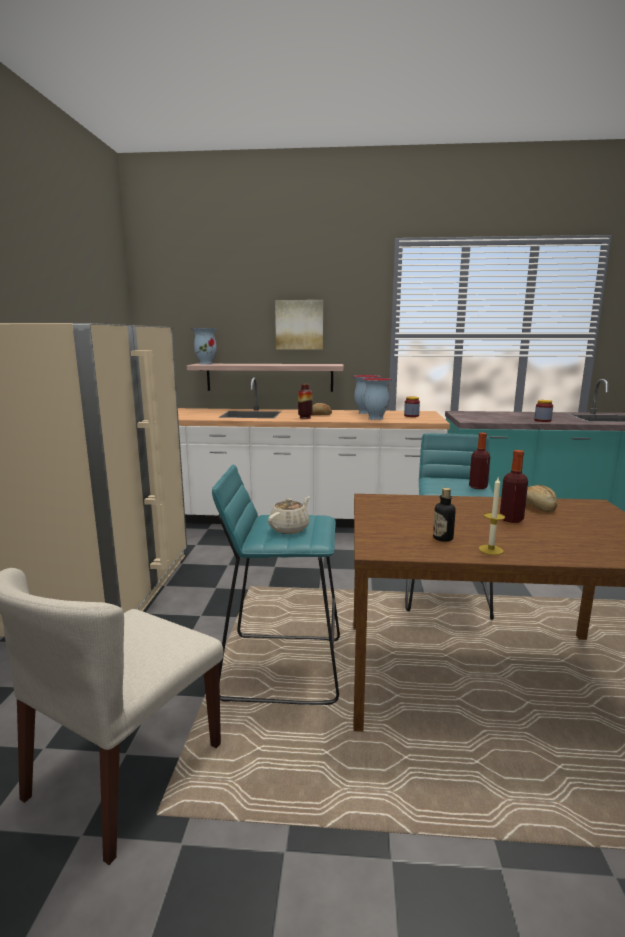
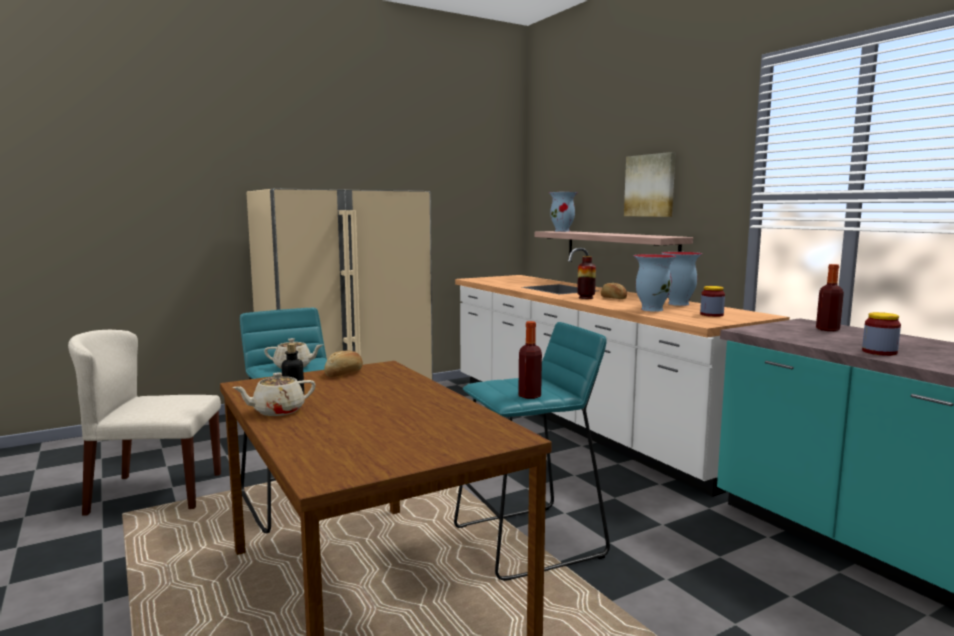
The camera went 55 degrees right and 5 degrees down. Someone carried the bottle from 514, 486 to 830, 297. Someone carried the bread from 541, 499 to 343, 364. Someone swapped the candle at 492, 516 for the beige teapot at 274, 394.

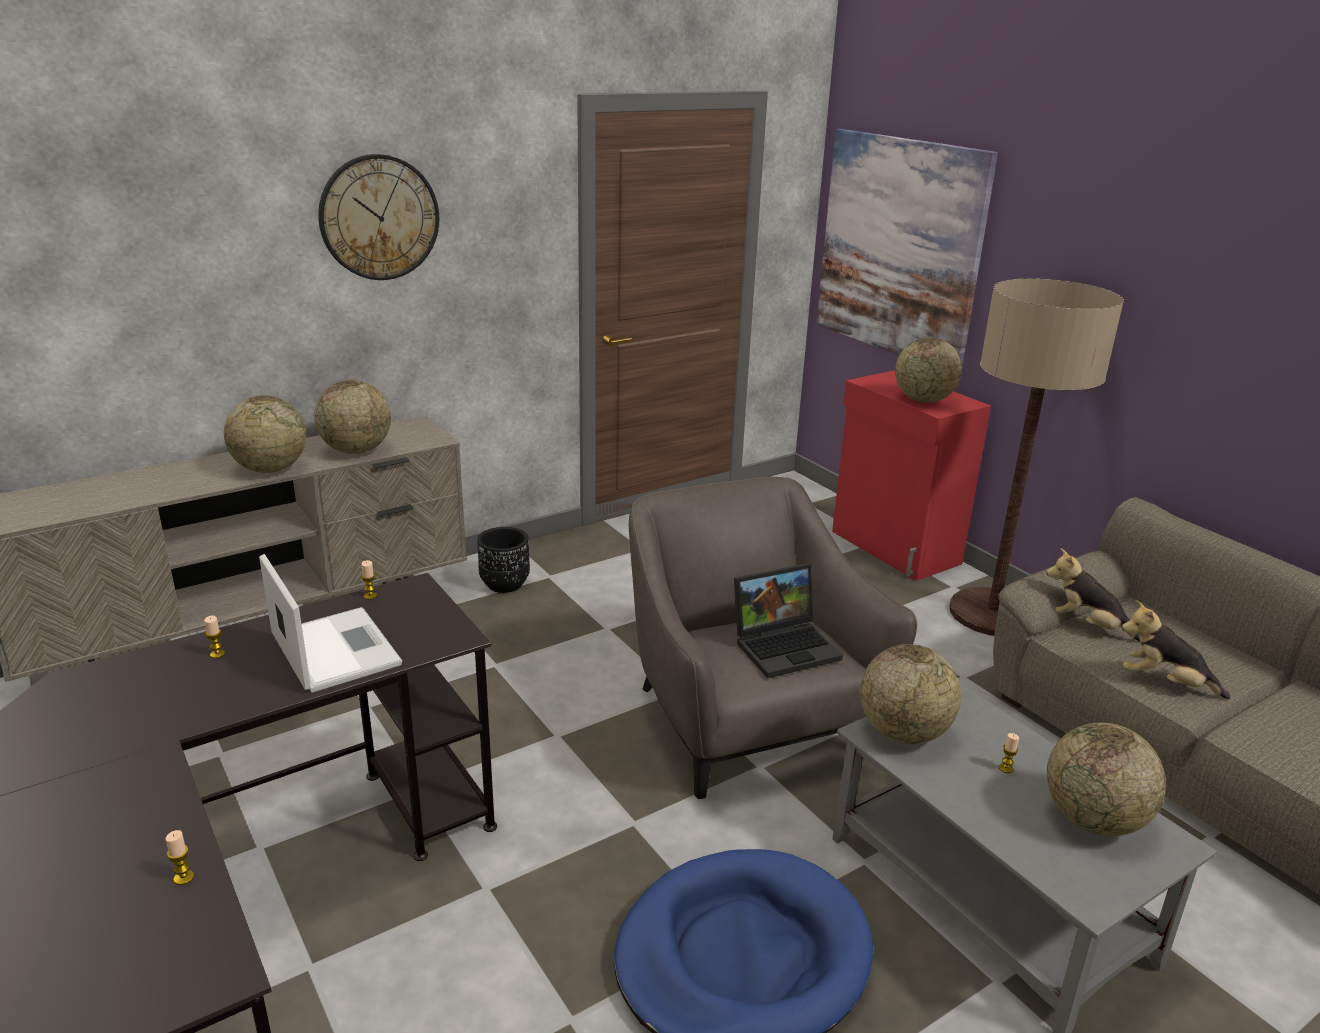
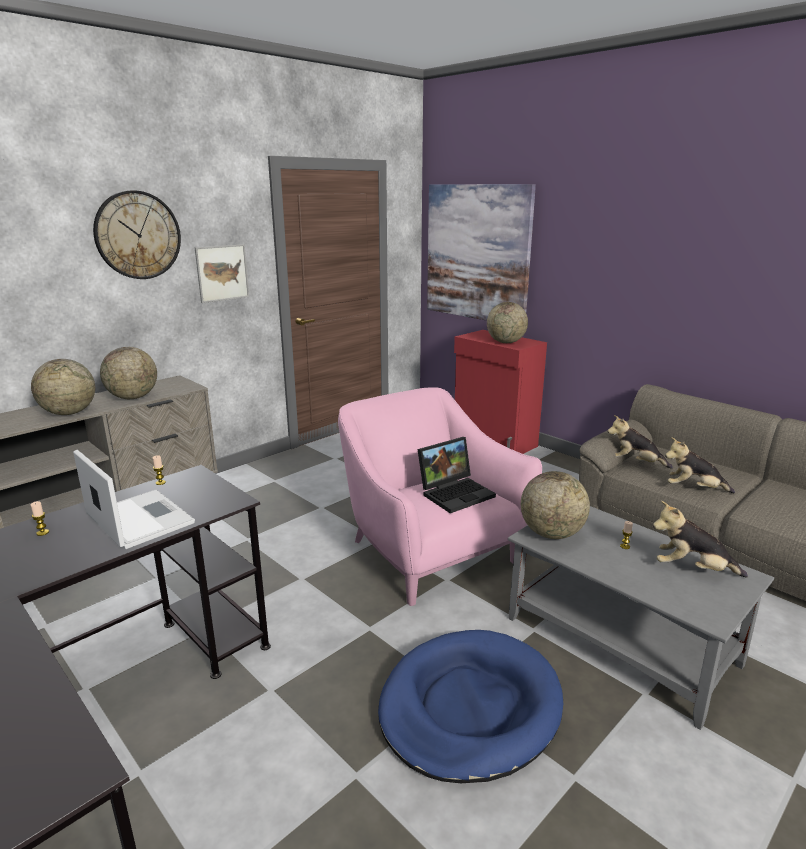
The camera went 10 degrees left and 5 degrees down. Someone took away the candle at 180, 857. Someone took away the black planter at 503, 560. Someone took away the floor lamp at 1036, 457. Someone put up the picture at 222, 273. Someone swapped the globe at 1106, 779 for the plush toy at 700, 539. Someone repainted the grey armchair at 773, 638, which became the pink armchair at 440, 496.

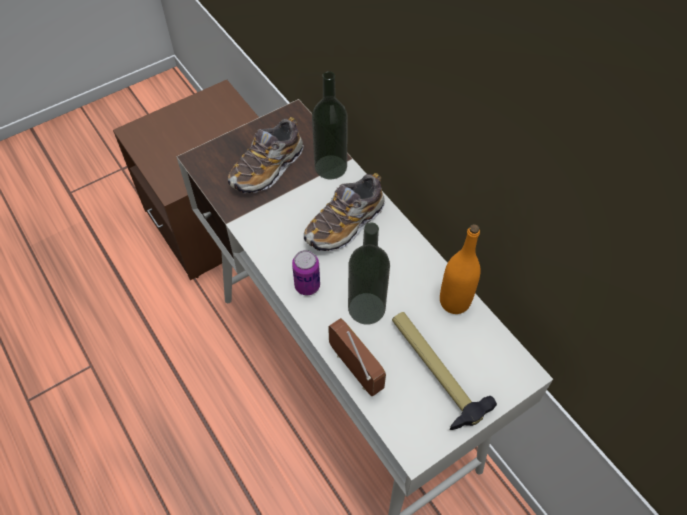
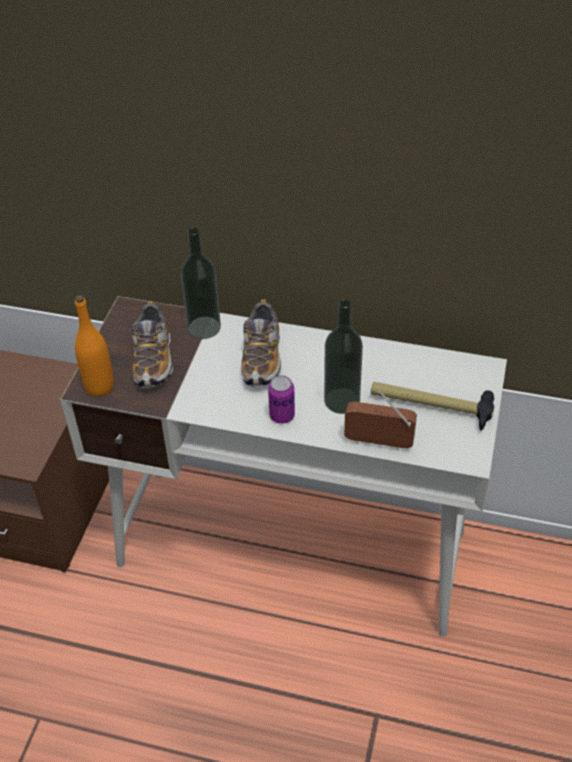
The camera went 40 degrees left and 10 degrees down. Someone carried the orange bottle from 460, 269 to 94, 345.

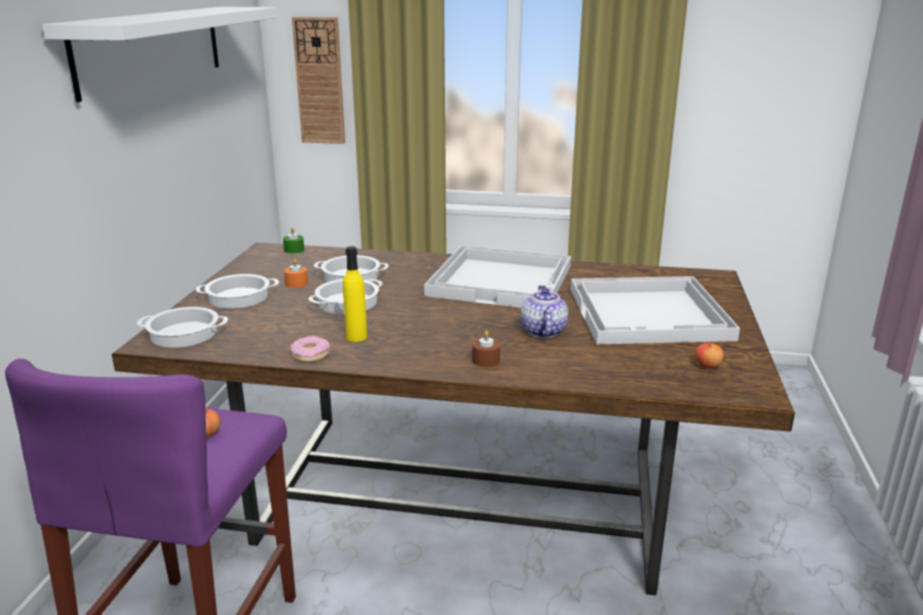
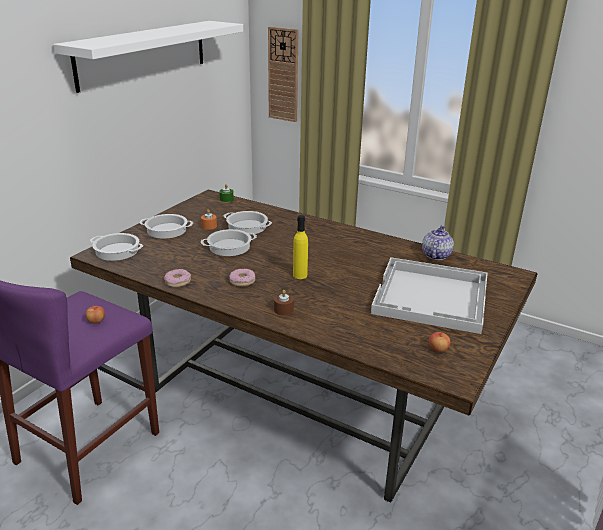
The camera went 20 degrees right and 5 degrees up. Someone took away the white tray at 497, 276. Someone put down the donut at 242, 278. Someone carried the yellow bottle from 355, 294 to 300, 247. Someone carried the teapot from 544, 311 to 438, 242.

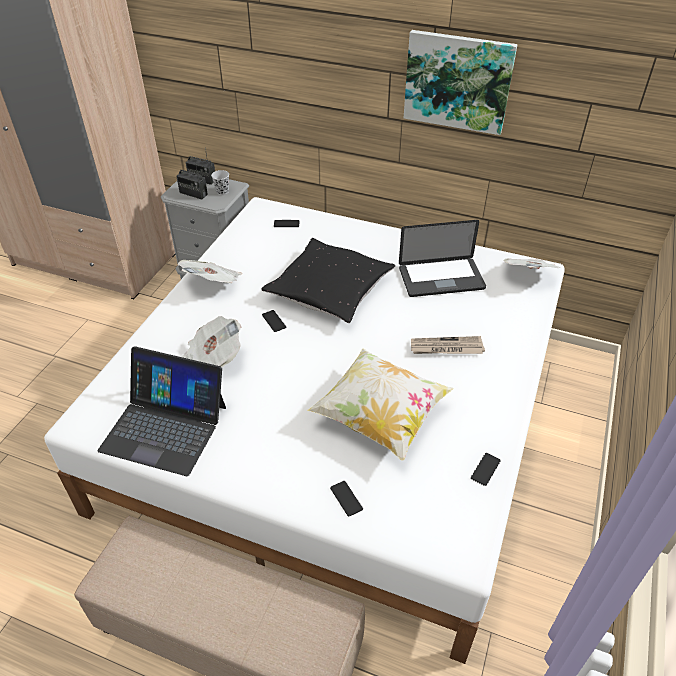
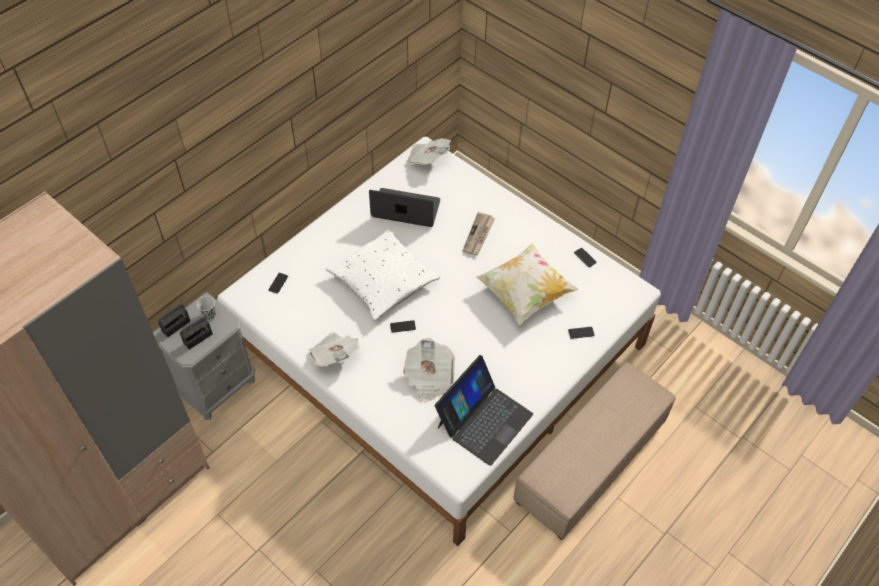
The camera went 70 degrees left and 10 degrees up. Someone took away the picture at 461, 82. Someone repainted the black pillow at 328, 280, which became the white pillow at 383, 274. Someone rotated the laptop at 442, 258 by 90 degrees counterclockwise.

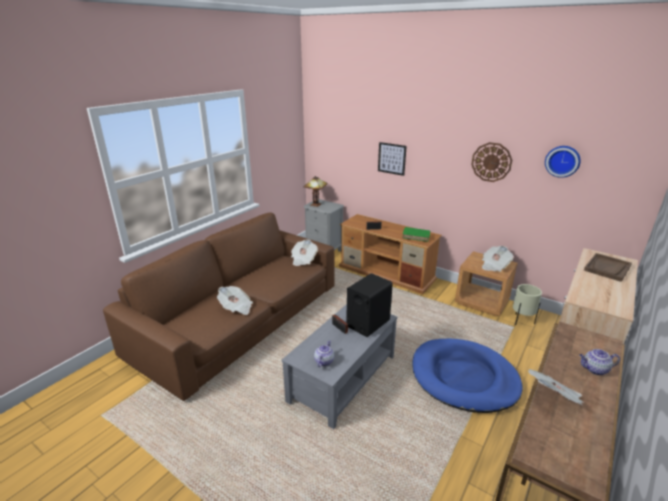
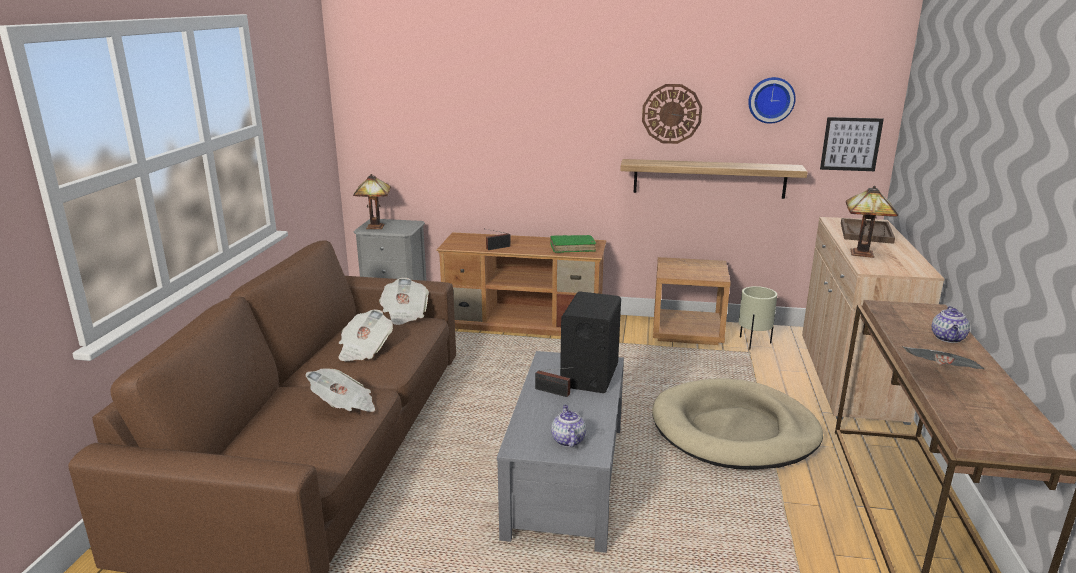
The camera went 25 degrees left and 5 degrees down. Someone put up the shelf at 714, 179. Someone put down the table lamp at 872, 222. Someone carried the picture from 392, 159 to 852, 144. Someone carried the newspaper from 497, 259 to 365, 335. Someone repainted the blue dog bed at 467, 376, which became the beige dog bed at 737, 424. Someone rotated the teapot at 599, 362 by 45 degrees counterclockwise.

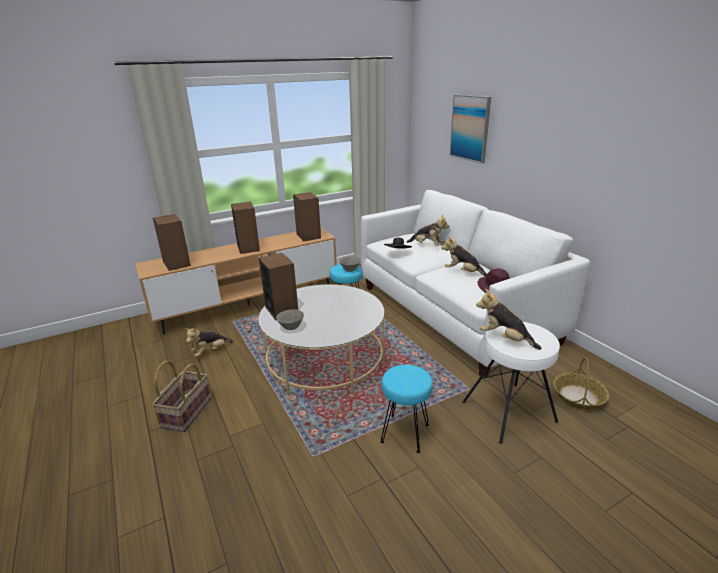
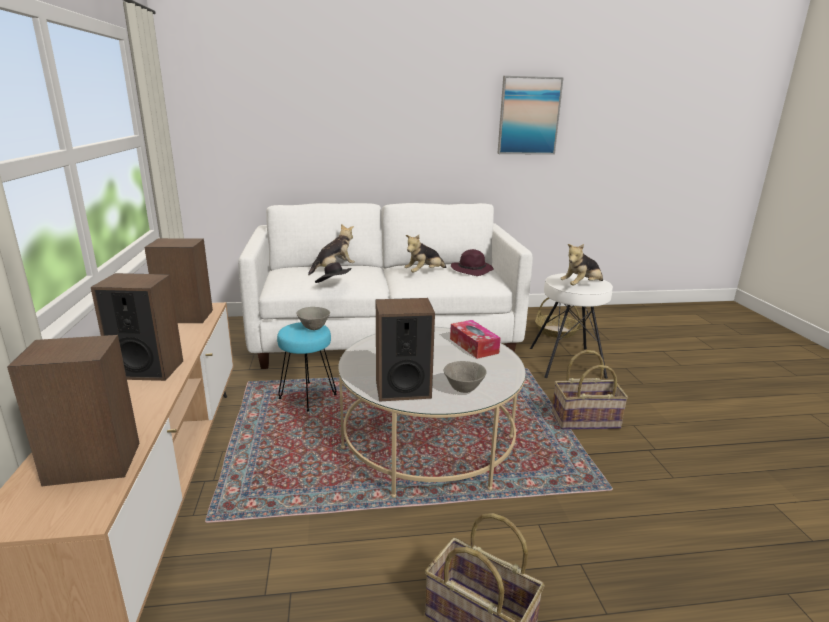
The camera went 70 degrees left and 5 degrees down. Someone took away the plush toy at 208, 342. Someone put down the tissue box at 475, 339. Someone carried the picture from 470, 129 to 530, 115. Someone swapped the turquoise stool at 406, 409 for the basket at 590, 390.

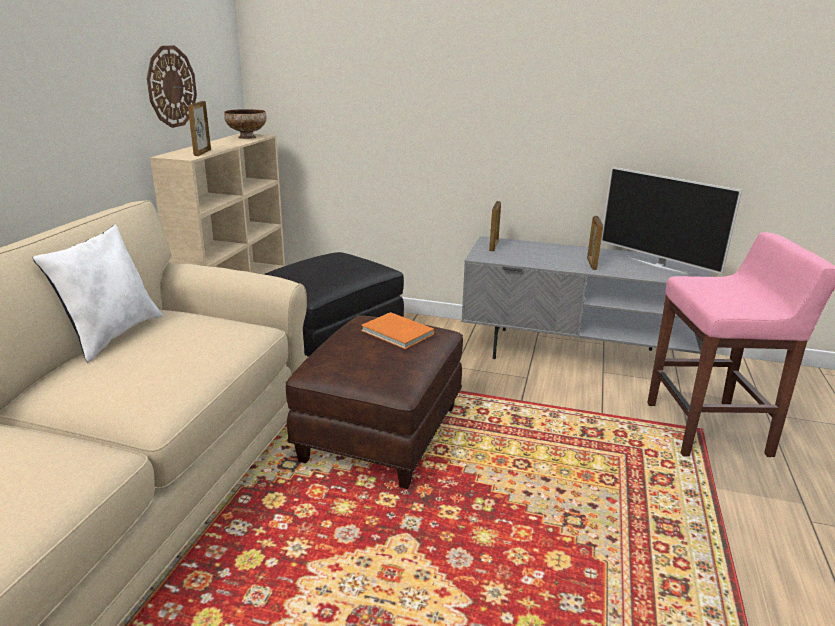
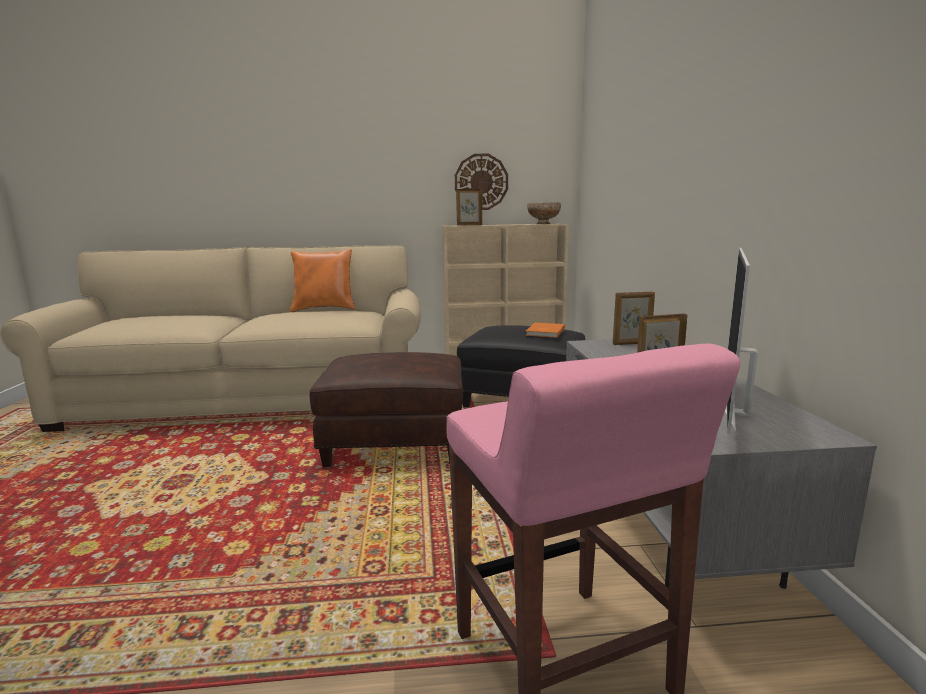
The camera went 70 degrees right and 10 degrees down. Someone carried the orange book from 398, 330 to 545, 330. Someone repainted the white pillow at 98, 293, which became the orange pillow at 322, 280.

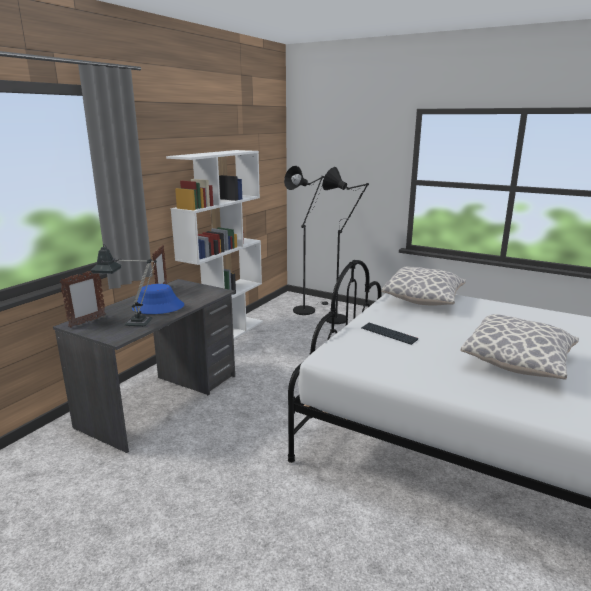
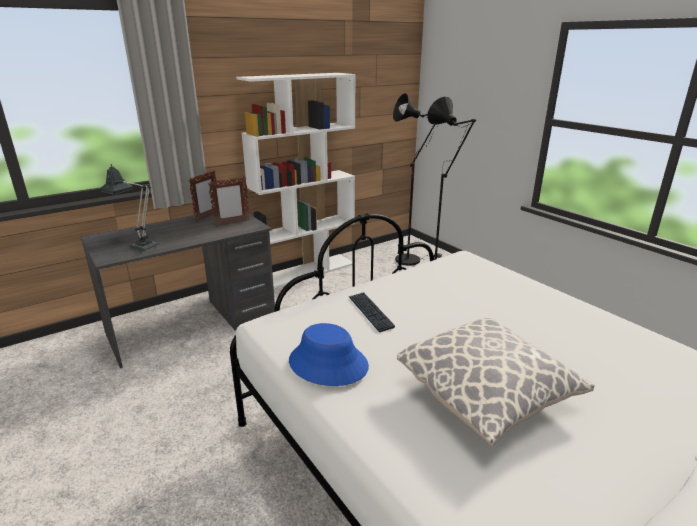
The camera went 25 degrees right and 5 degrees up. Someone took away the pillow at 424, 285. Someone carried the picture frame from 82, 299 to 229, 201. Someone carried the blue hat from 158, 299 to 329, 354.

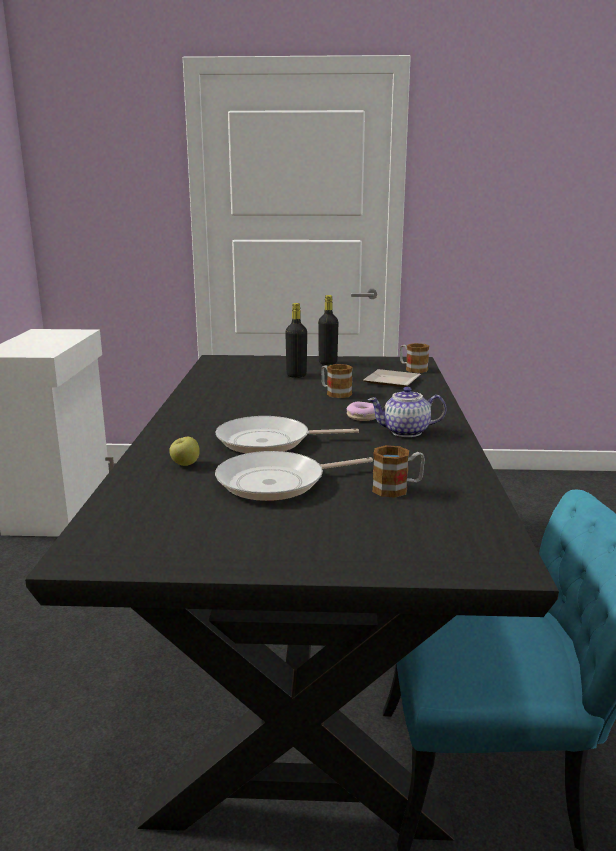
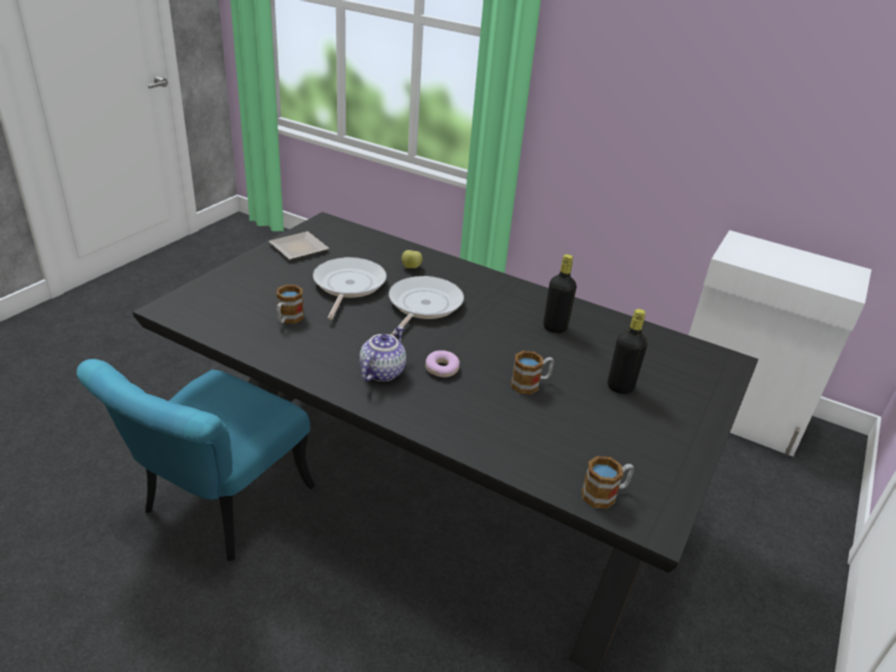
The camera went 115 degrees right and 15 degrees up. Someone carried the black bottle from 328, 330 to 560, 293. Someone carried the plate from 392, 378 to 299, 245.

